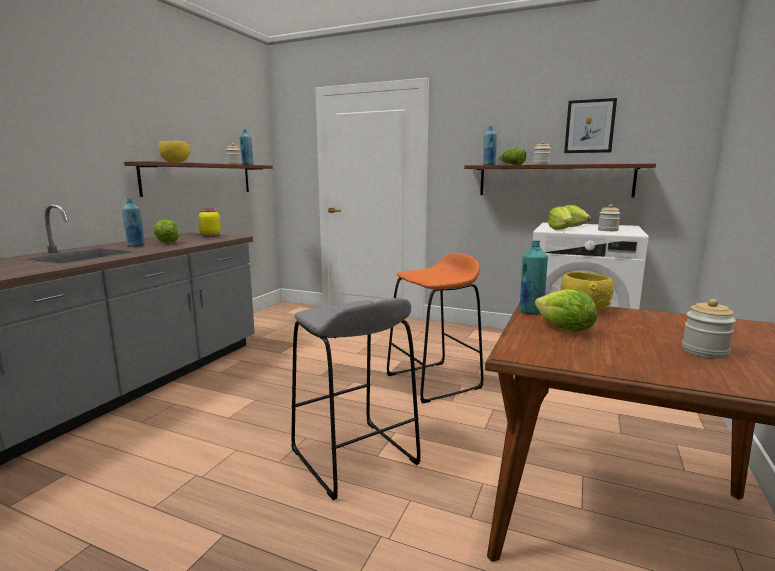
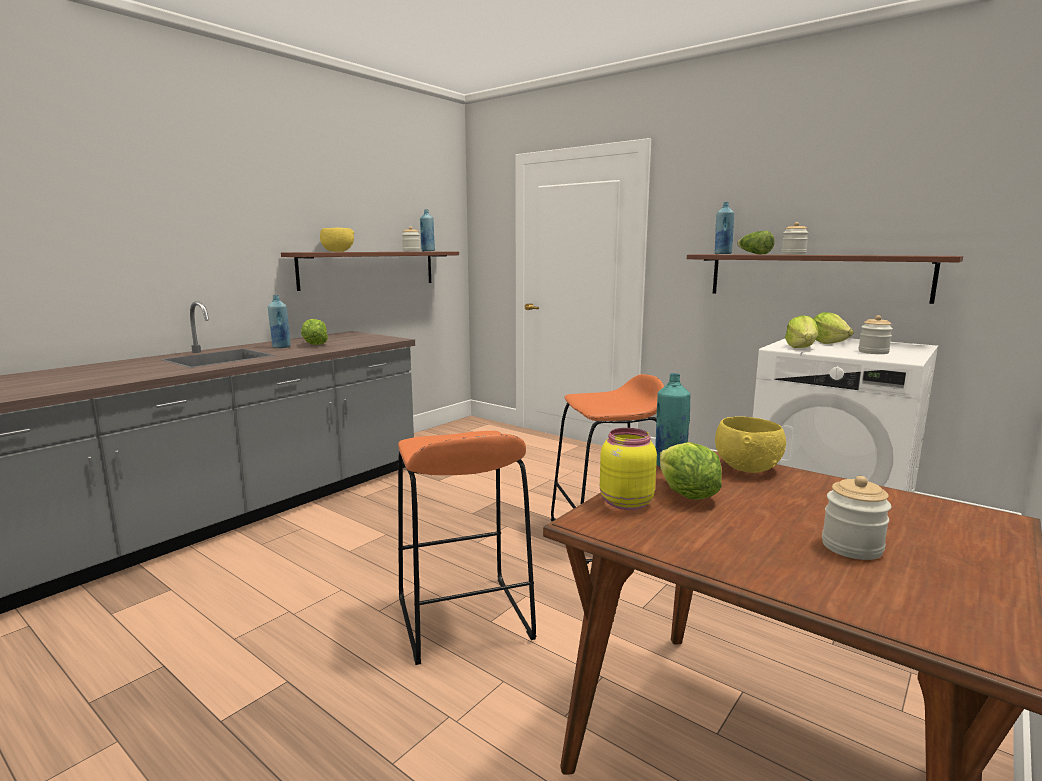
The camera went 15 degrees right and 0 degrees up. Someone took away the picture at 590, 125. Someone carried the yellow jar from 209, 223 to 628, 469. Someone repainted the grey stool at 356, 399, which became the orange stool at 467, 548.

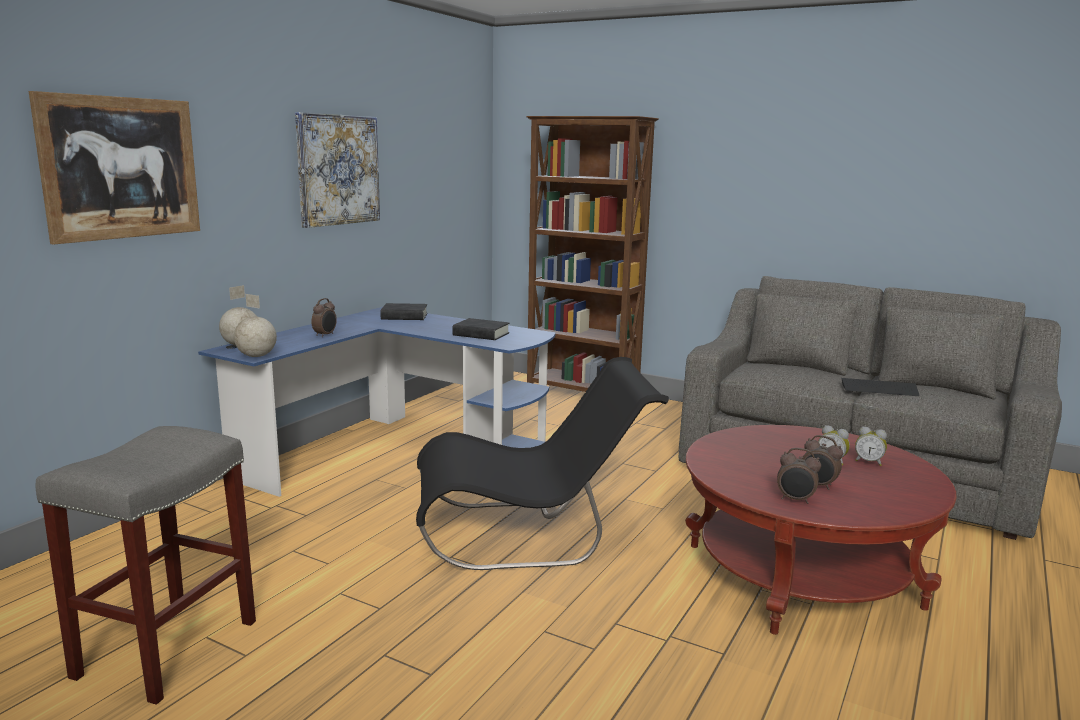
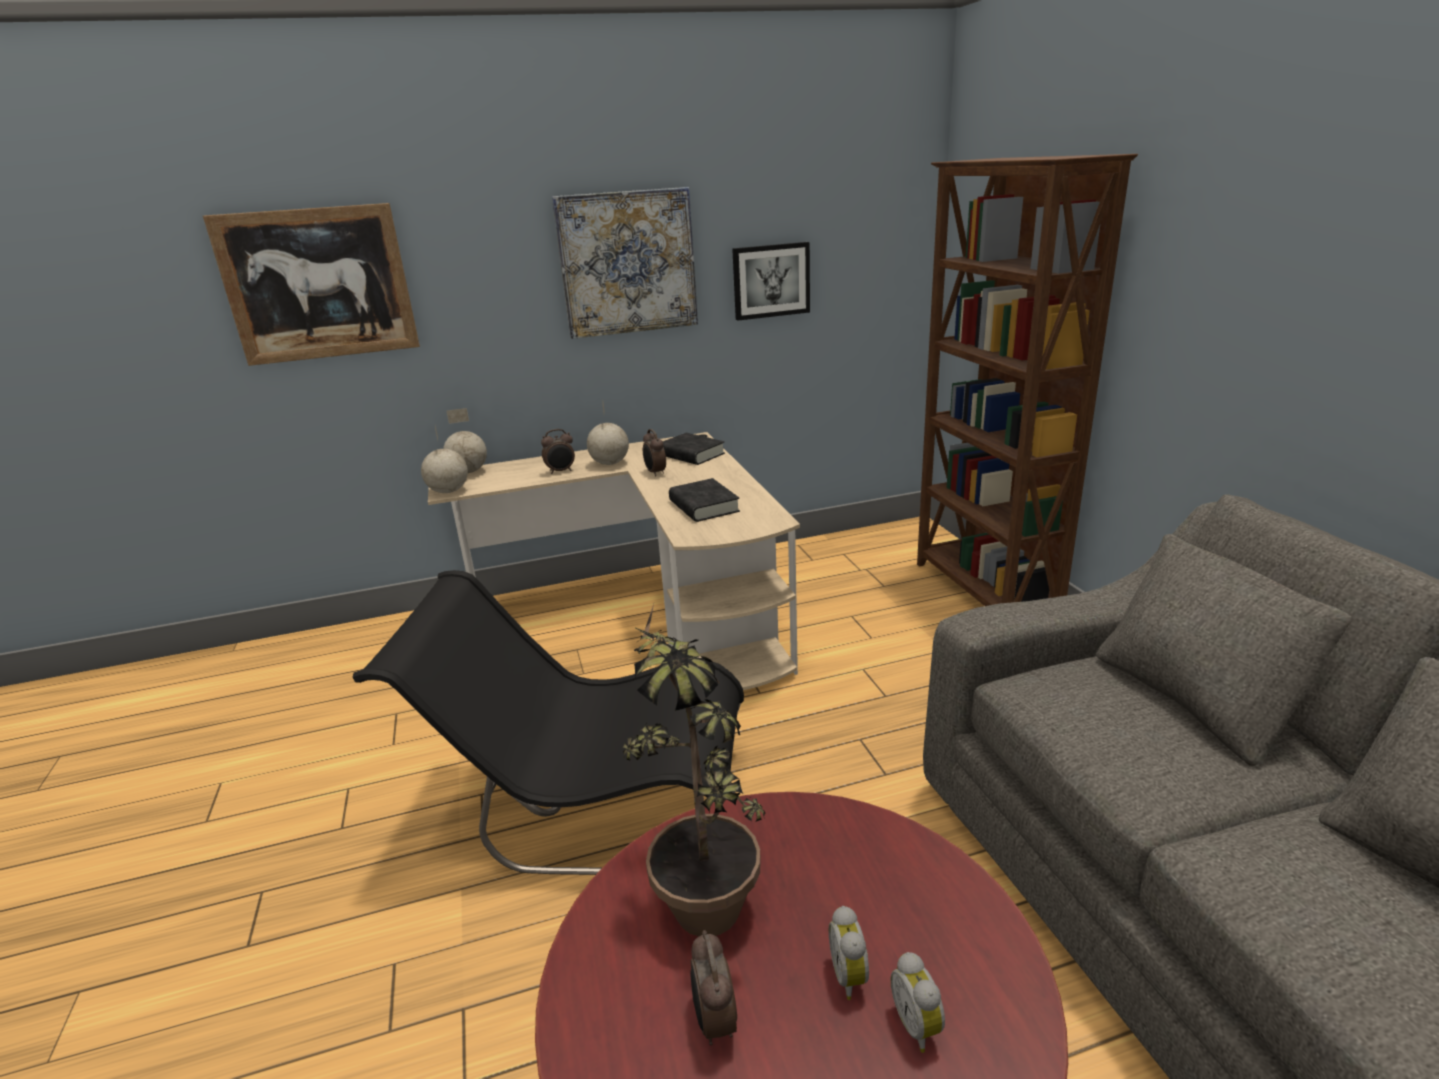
The camera went 45 degrees right and 10 degrees up. Someone took away the grey stool at 146, 565. Someone took away the keyboard at 880, 387. Someone put down the globe at 608, 434. Someone put down the potted plant at 693, 770. Someone put up the picture at 771, 281. Someone carried the alarm clock from 799, 476 to 654, 453. Someone repainted the blue desk at 377, 402, which became the beige desk at 614, 561. Someone rotated the black chair at 542, 463 by 150 degrees clockwise.

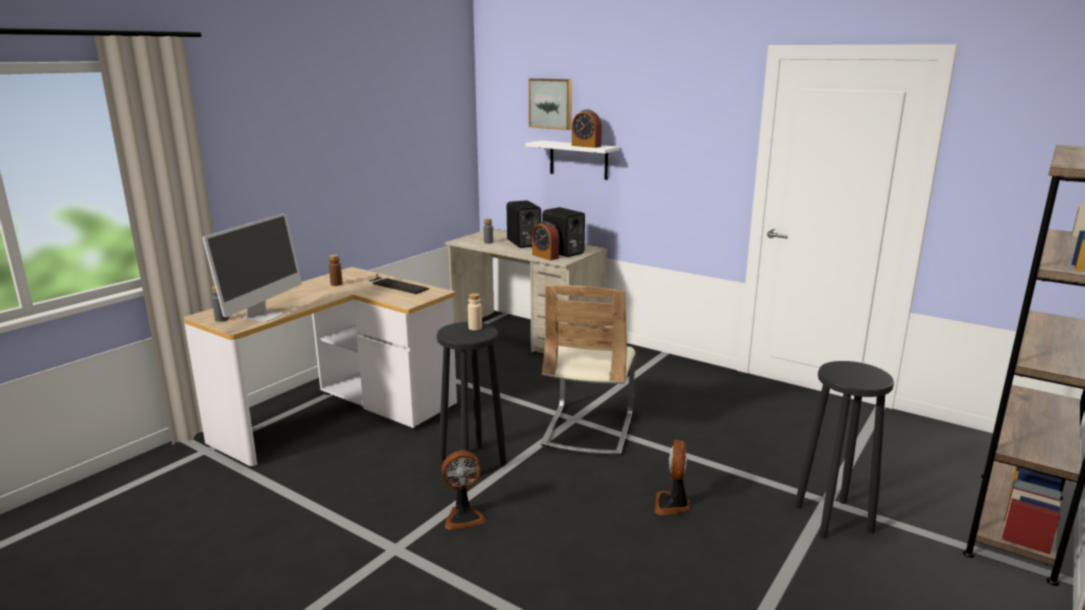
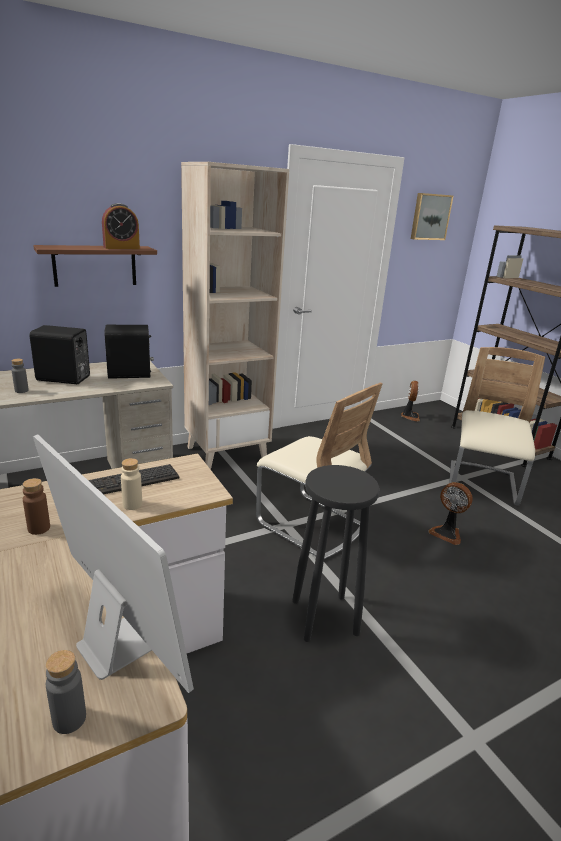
The camera went 65 degrees left and 5 degrees up. Someone took away the alarm clock at 545, 240. Someone put down the beige bookcase at 235, 316. Someone carried the fan from 464, 490 to 410, 401. Someone carried the beige bottle from 475, 311 to 131, 484. Someone carried the picture from 550, 104 to 432, 216. Someone swapped the black stool at 844, 450 for the beige chair at 497, 426. Someone repainted the white shelf at 572, 160, which became the brown shelf at 95, 266.

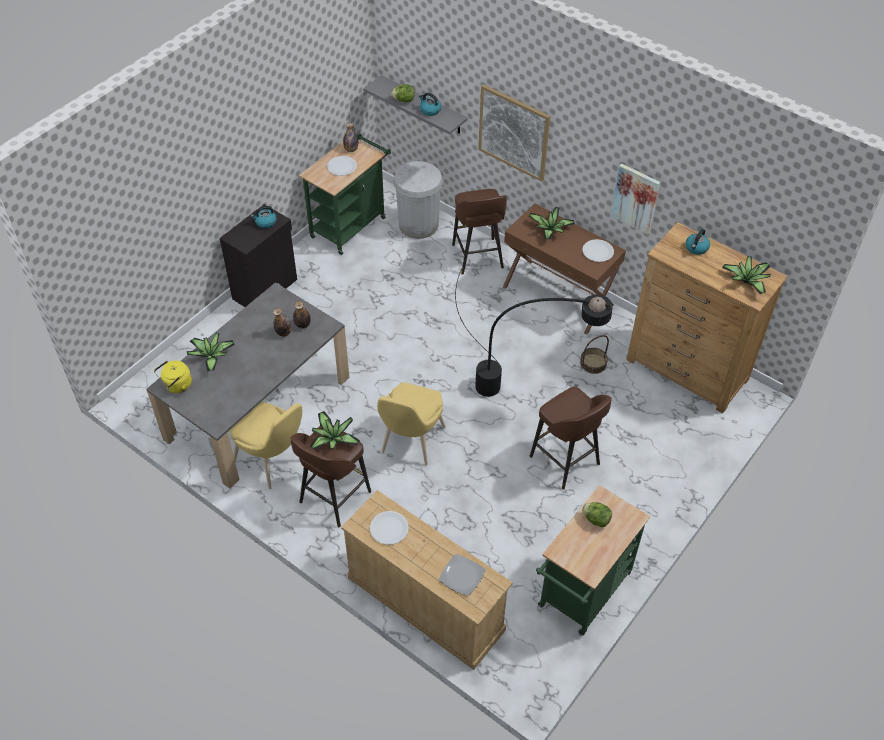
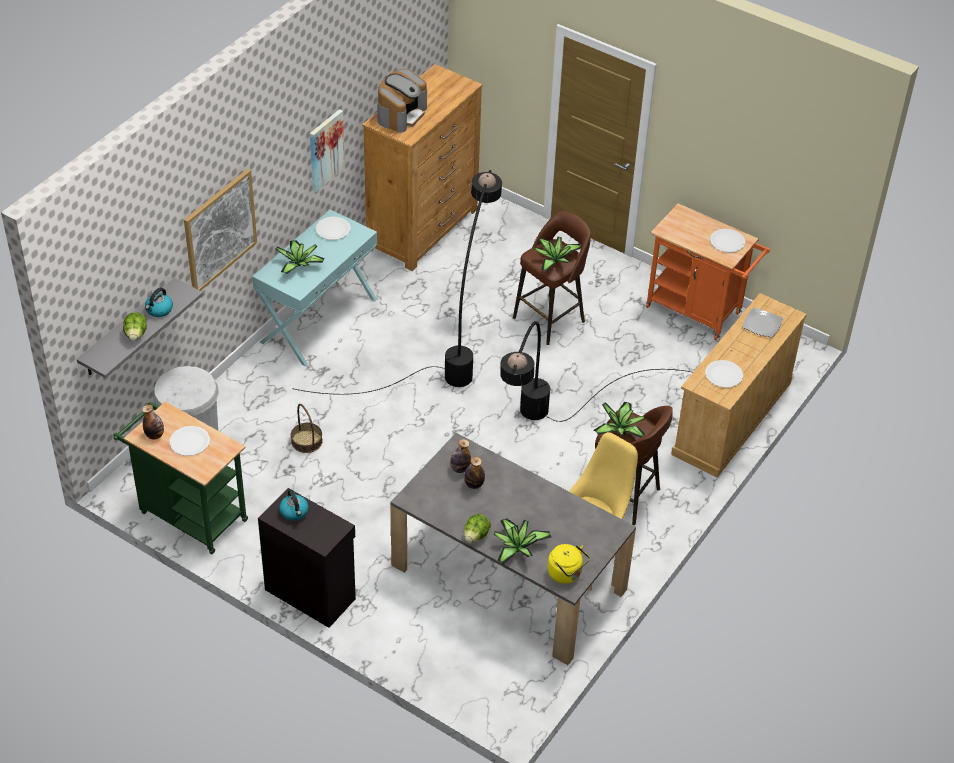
The camera went 95 degrees left and 5 degrees down. Someone took away the brown stool at 479, 232. Someone put down the white plate at 727, 240. Someone carried the basket from 594, 354 to 307, 428. Someone carried the lettuce from 597, 515 to 477, 528. Someone carried the potted plant from 746, 275 to 558, 254. Someone swapped the yellow chair at 411, 423 for the black floor lamp at 596, 371. Someone swapped the kettle at 698, 242 for the coffee machine at 402, 101. Someone repainted the brown console table at 564, 269, which became the turquoise console table at 314, 288. Someone repainted the green cart at 593, 560, which became the orange cart at 708, 272.

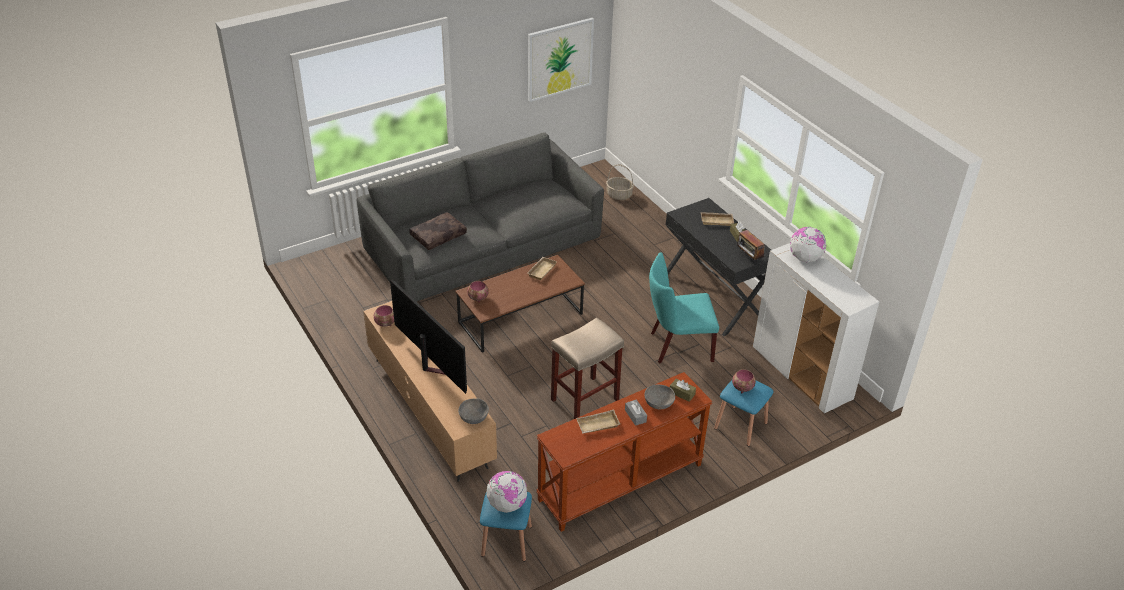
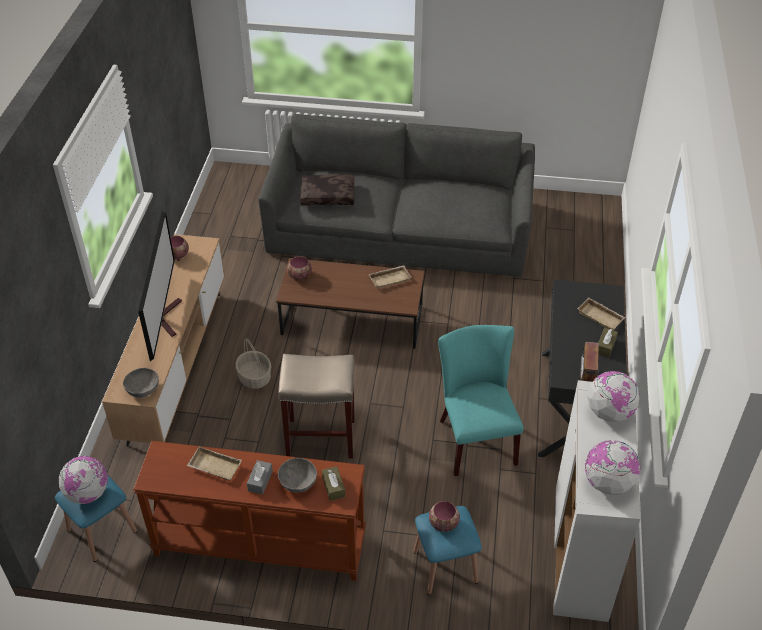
The camera went 40 degrees right and 5 degrees up. Someone took away the picture at 561, 60. Someone put down the globe at 612, 468. Someone carried the basket from 620, 182 to 253, 363. Someone rotated the turquoise chair at 684, 307 by 45 degrees clockwise.

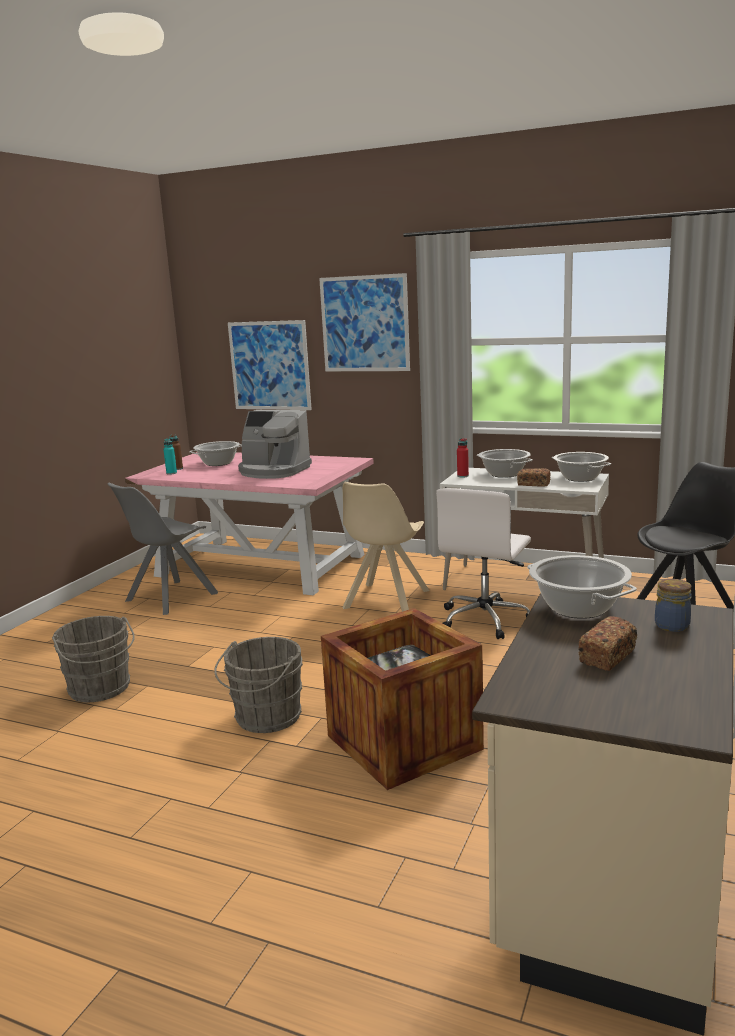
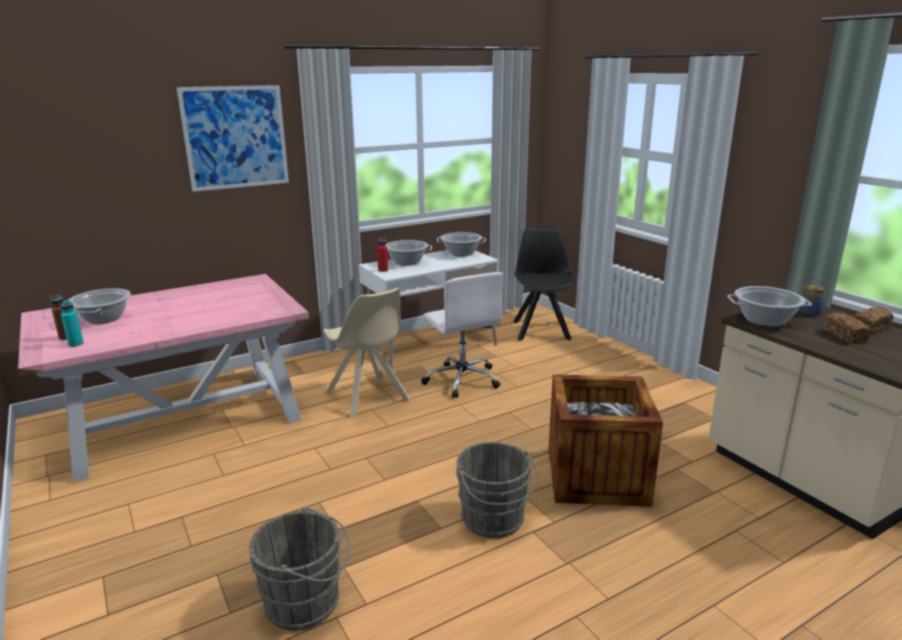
The camera went 55 degrees left and 5 degrees up. Someone took away the grey chair at 162, 548. Someone took away the picture at 270, 365. Someone took away the coffee machine at 275, 444. Someone carried the bread from 533, 477 to 873, 320.

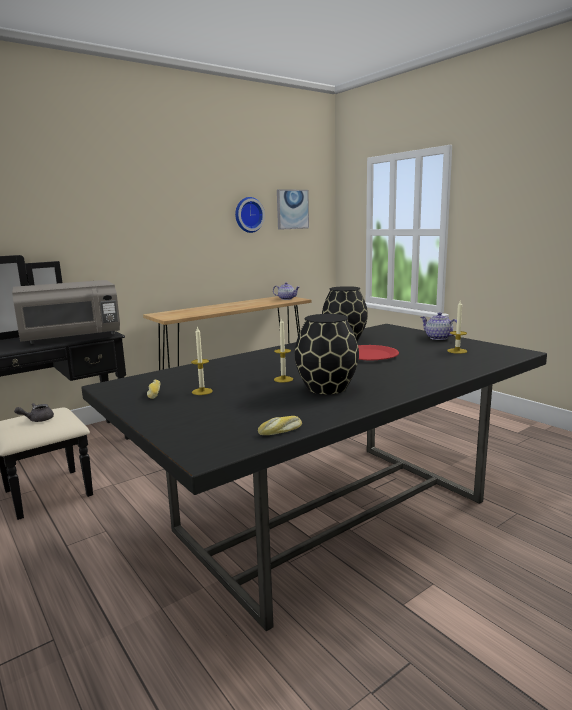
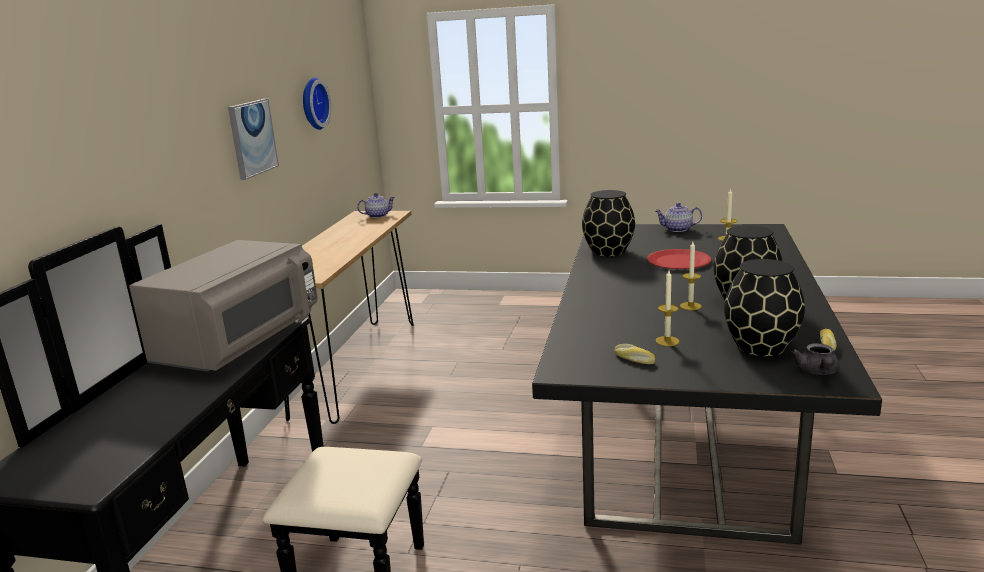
The camera went 40 degrees left and 5 degrees up. Someone put down the black vase at 764, 308. Someone carried the grey teapot from 34, 412 to 815, 359. Someone carried the picture from 293, 209 to 253, 139.

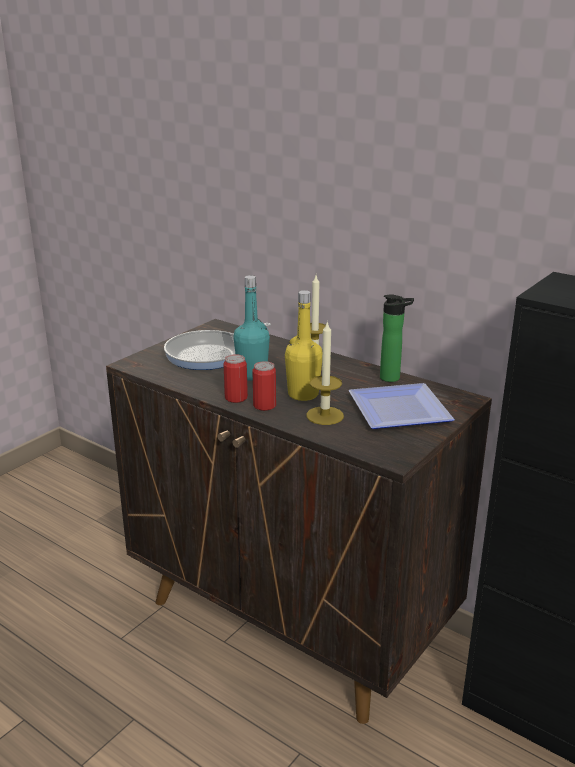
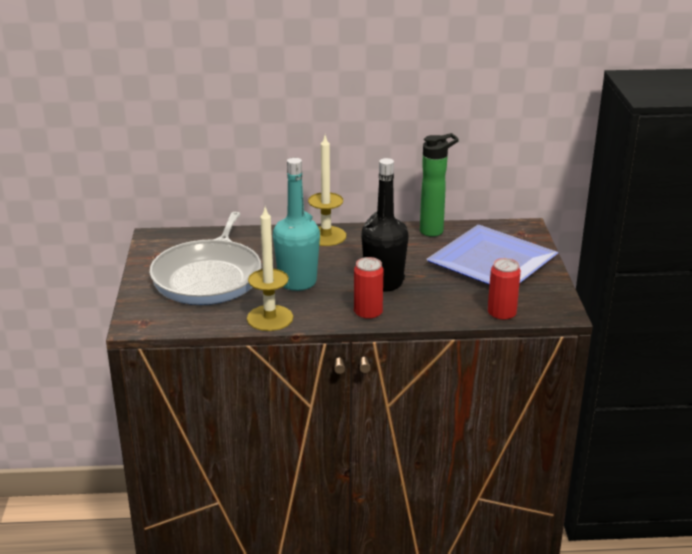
The camera went 40 degrees left and 5 degrees up. Someone carried the can from 236, 378 to 504, 289. Someone carried the candle from 325, 373 to 270, 269. Someone repainted the yellow bottle at 303, 345, which became the black bottle at 385, 225.

